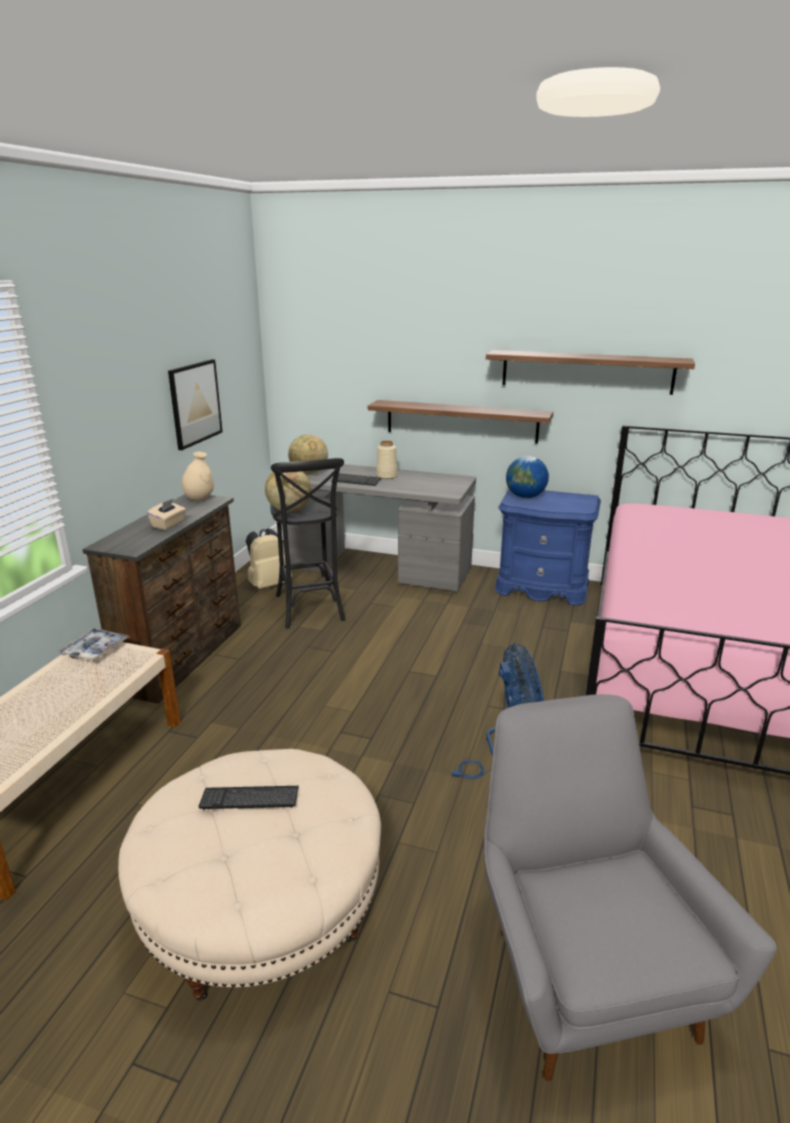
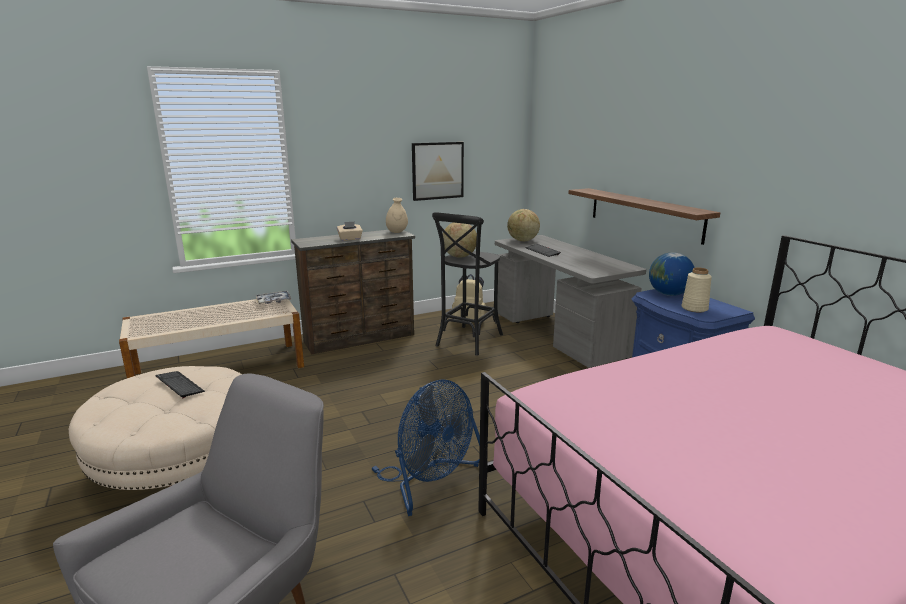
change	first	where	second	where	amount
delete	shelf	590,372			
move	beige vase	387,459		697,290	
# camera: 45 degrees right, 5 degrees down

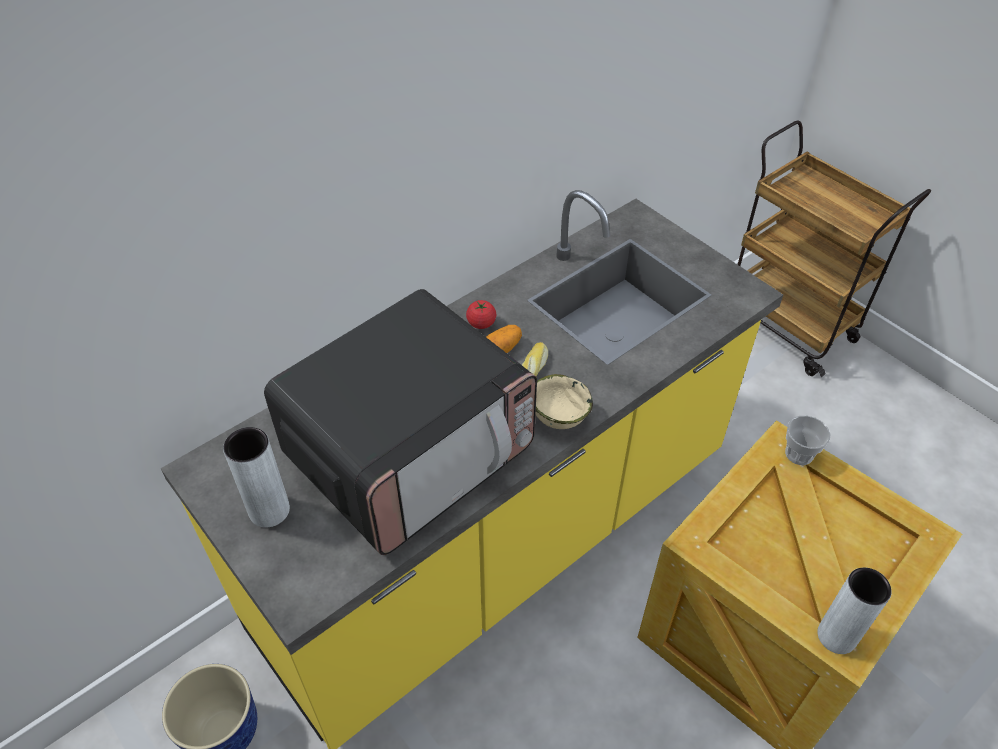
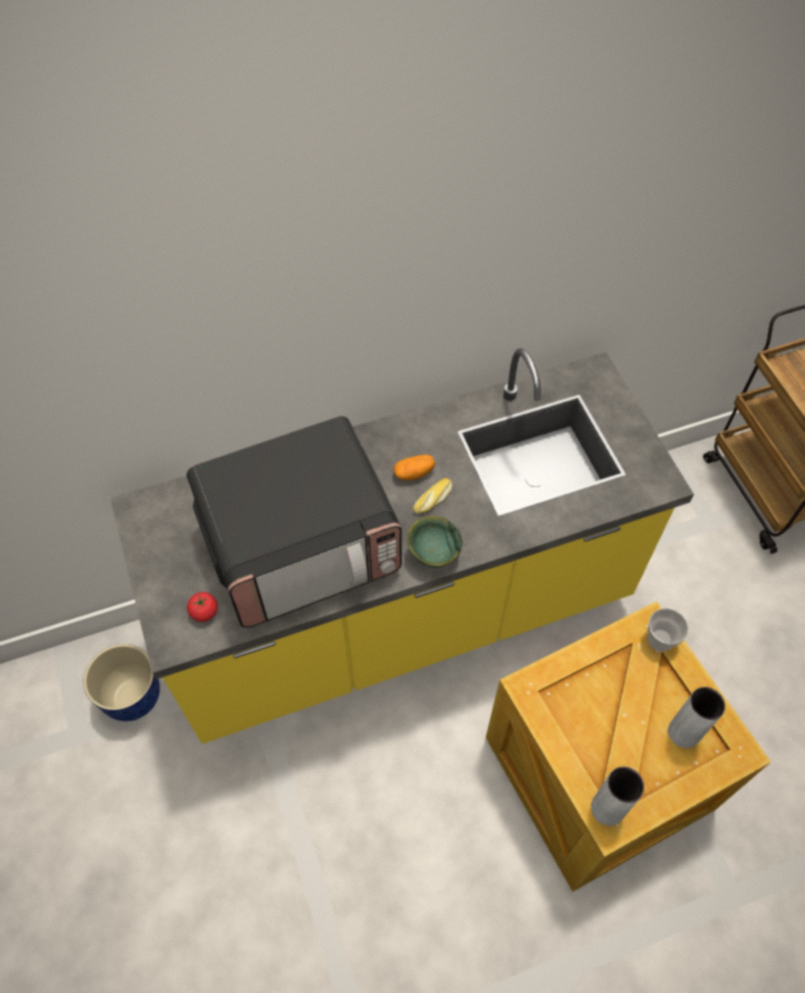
change	first	where	second	where	amount
move	greyish vase	256,477		696,717	
move	whole tomato	481,314		202,607	
recolor	beige deep dish	564,401	greenish deep dish	435,542	
# camera: 20 degrees right, 10 degrees up

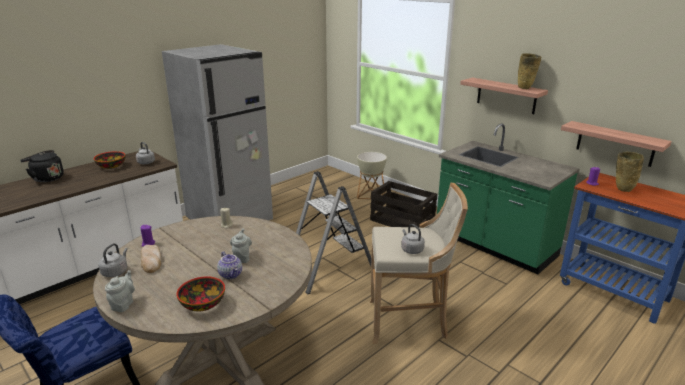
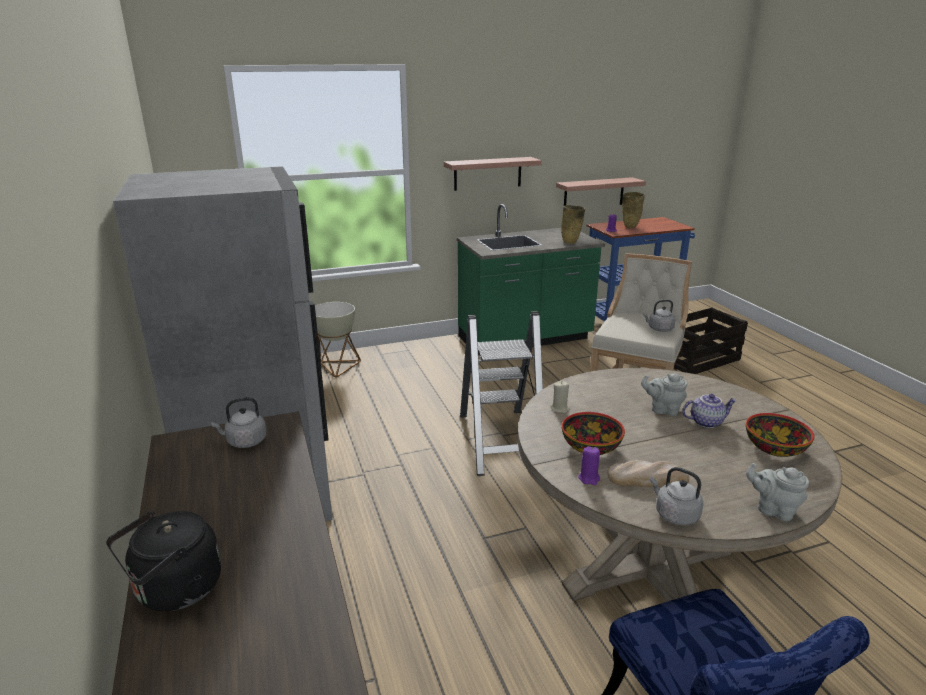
change	first	where	second	where	amount
move	deep dish	110,160		593,433	
move	shipping crate	404,204		711,341	
move	beige vase	530,71		573,224	
# camera: 65 degrees left, 0 degrees up

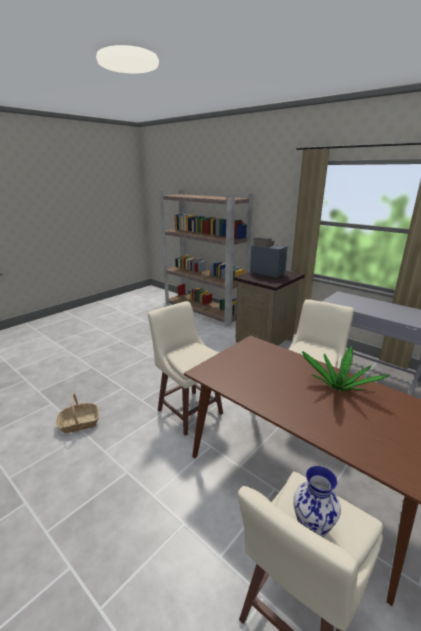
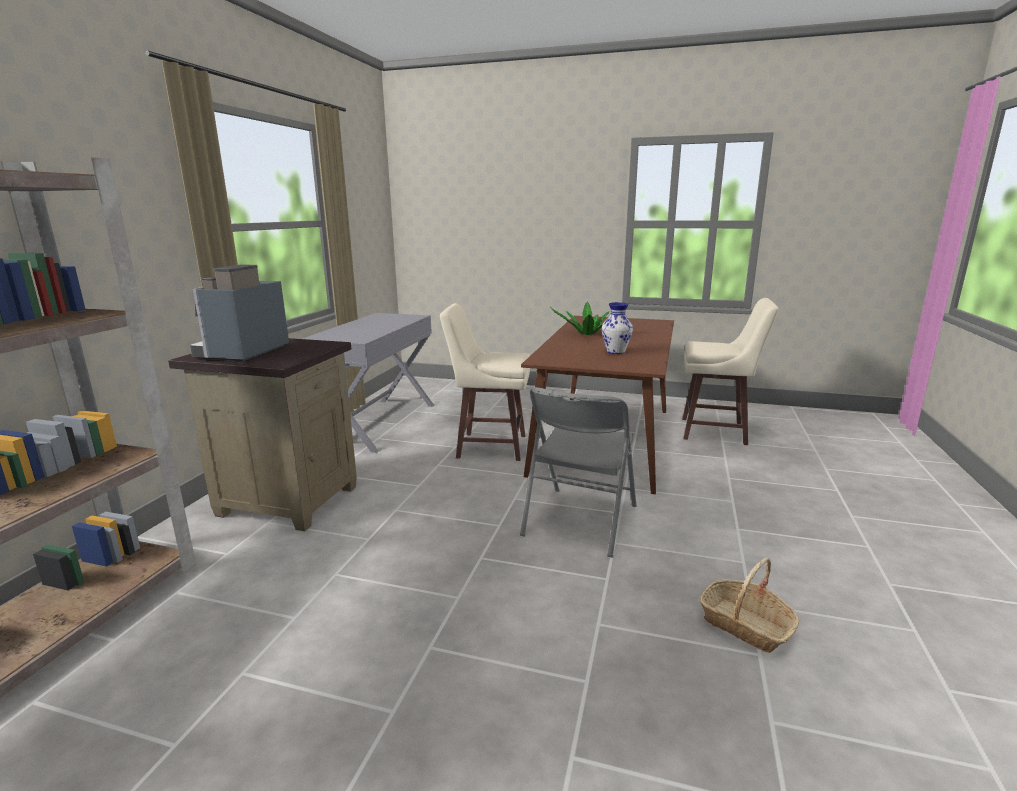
change	first	where	second	where	amount
move	vase	317,501		617,328	
replace	beige sitting stool	185,368	greyish plain chair	578,472	
# camera: 115 degrees left, 5 degrees down

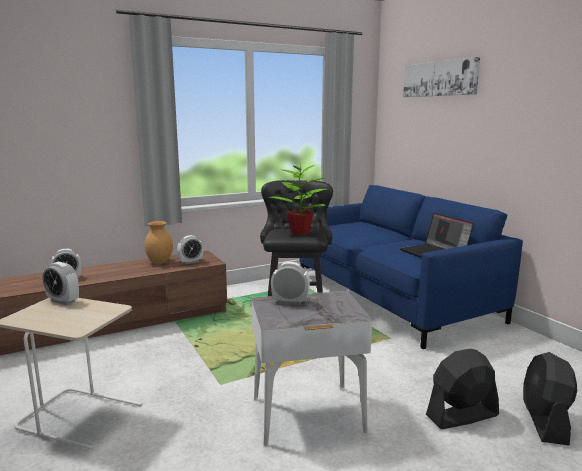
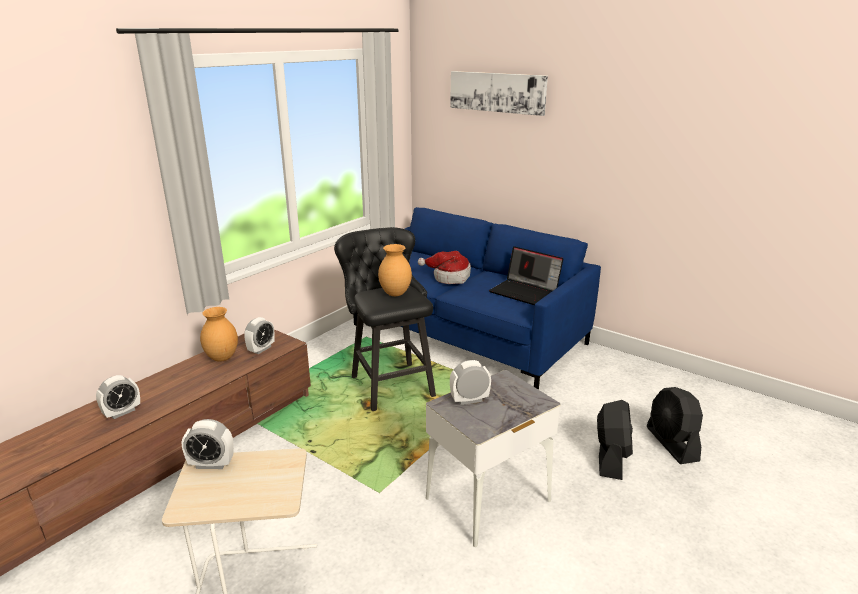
change	first	where	second	where	amount
insert			hat	444,267	
replace	plant in a pot	298,198	brownish vase	395,270	
rotate	black-coloured fan	462,389		615,440	150 degrees clockwise
# camera: 25 degrees left, 10 degrees up

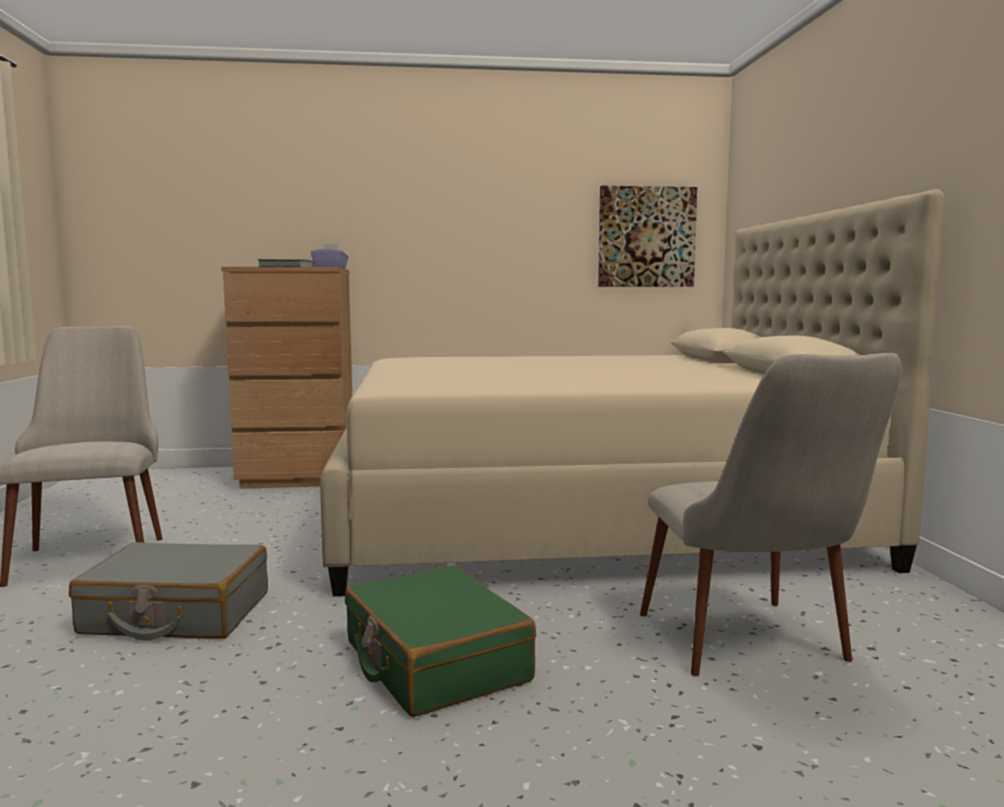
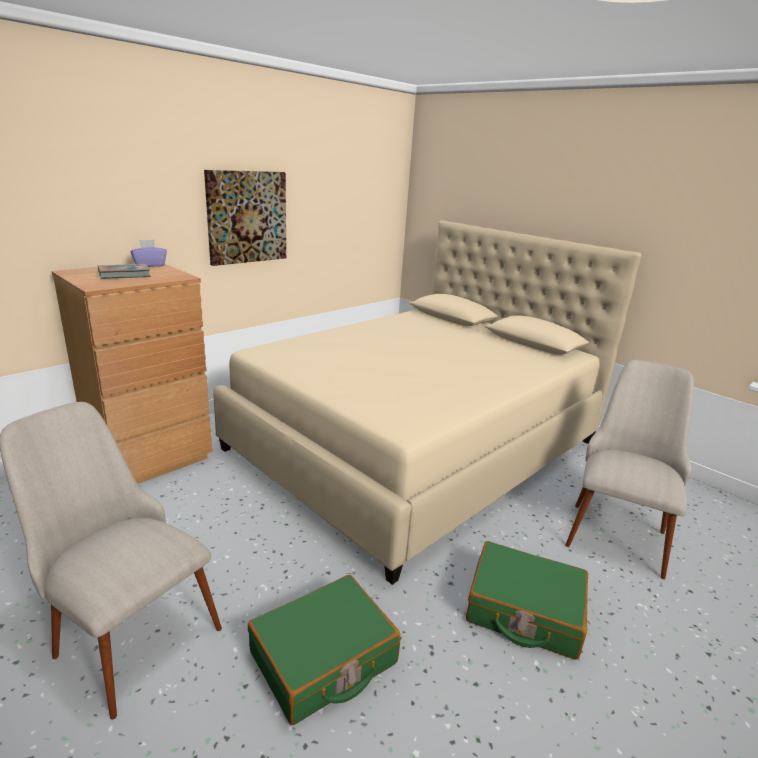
change	first	where	second	where	amount
move	picture	647,236		245,218	
recolor	greyish piece of luggage	168,591	greenish piece of luggage	324,650	
rotate	beige plain chair	771,514		629,469	105 degrees counterclockwise
# camera: 40 degrees left, 15 degrees up

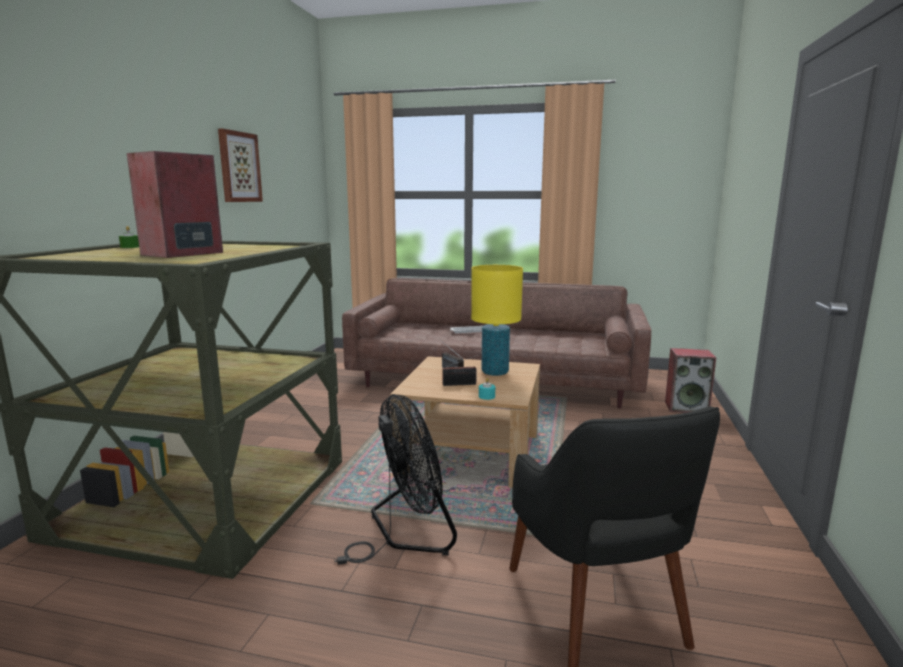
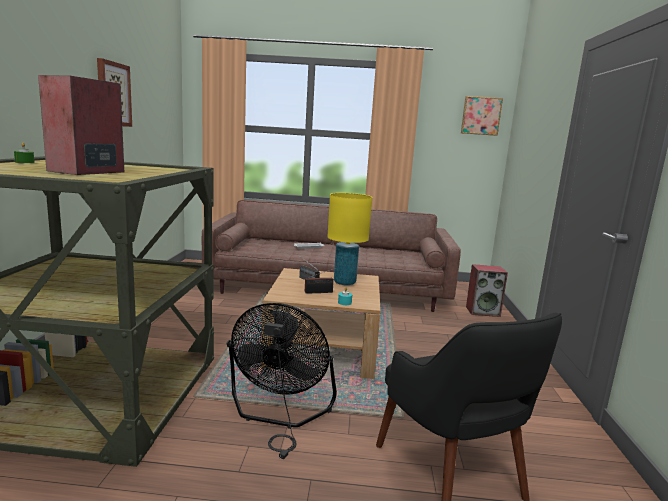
change	first	where	second	where	amount
insert			picture	482,116	
rotate	black-coloured fan	395,479		282,381	45 degrees counterclockwise
# camera: 10 degrees left, 0 degrees up

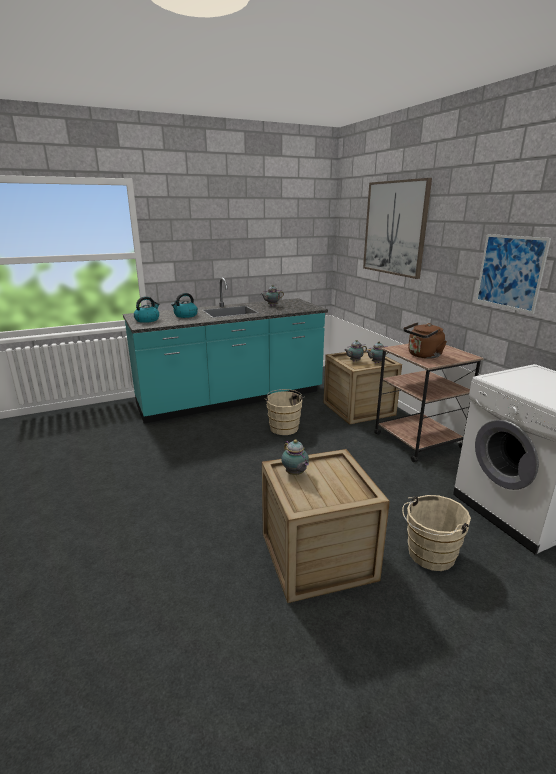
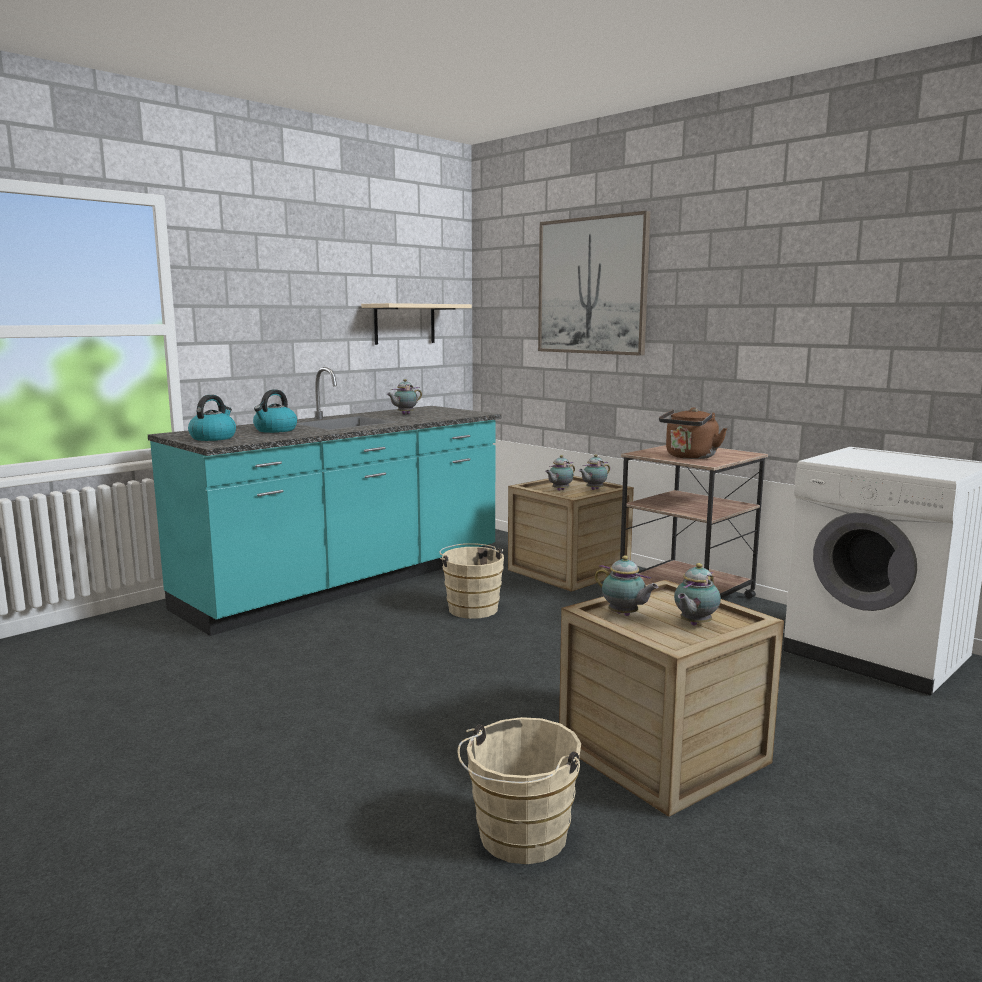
change	first	where	second	where	amount
delete	picture	513,274			
insert			beige shelf	416,324	
insert			tea pot	697,594	
move	beige pail	436,533		519,790	
# camera: 20 degrees left, 10 degrees down

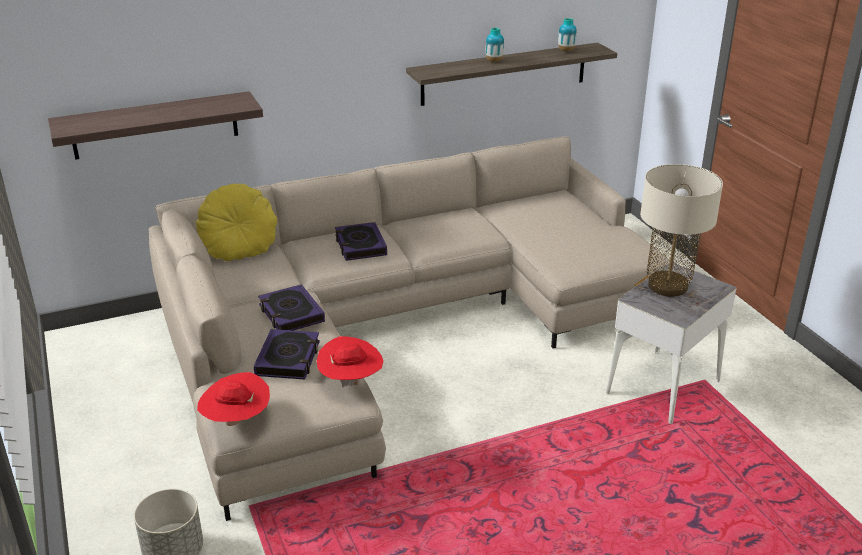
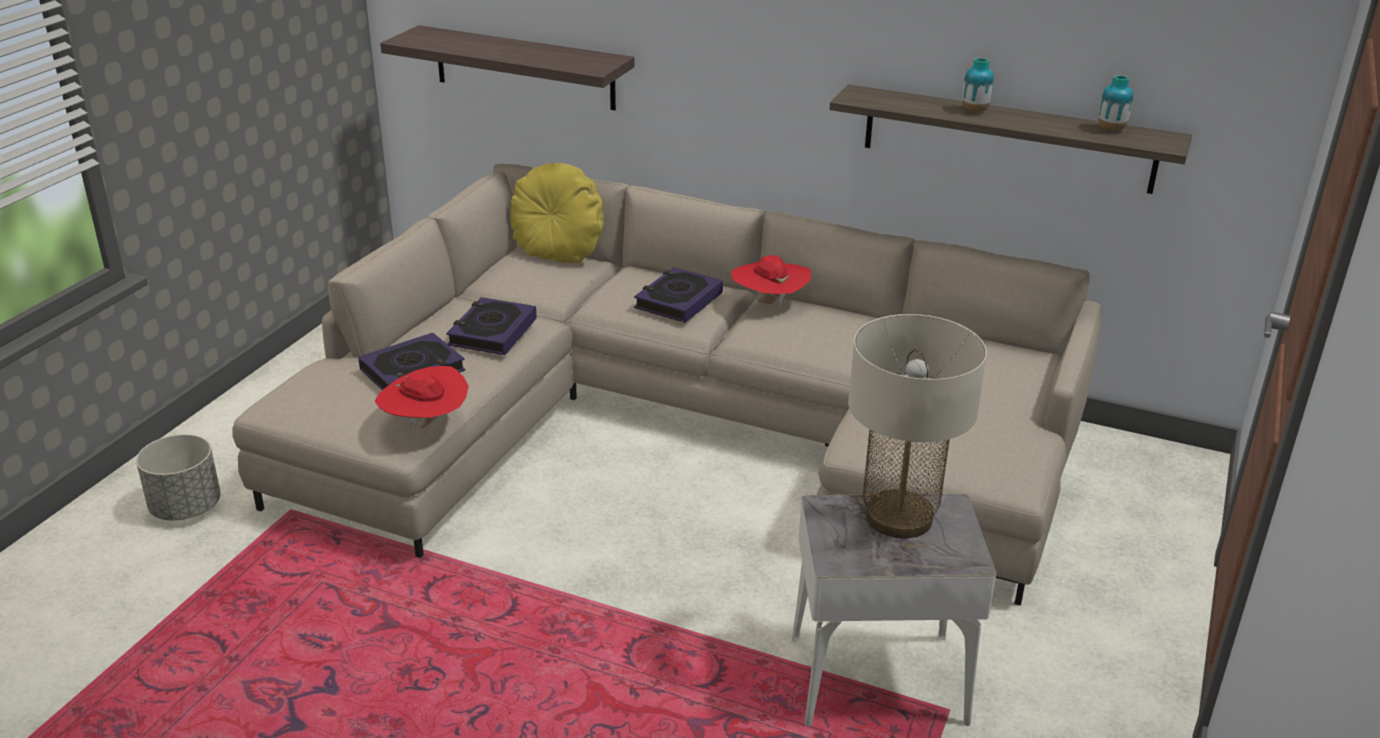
change	first	where	second	where	amount
move	red hat	233,399		771,280	
# camera: 45 degrees right, 0 degrees up

